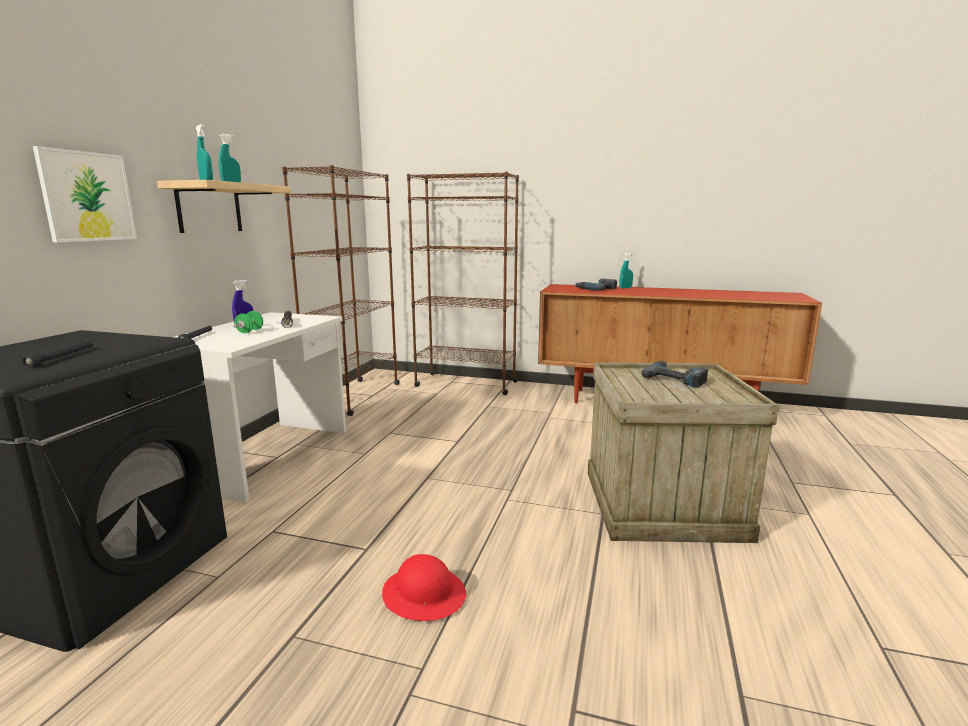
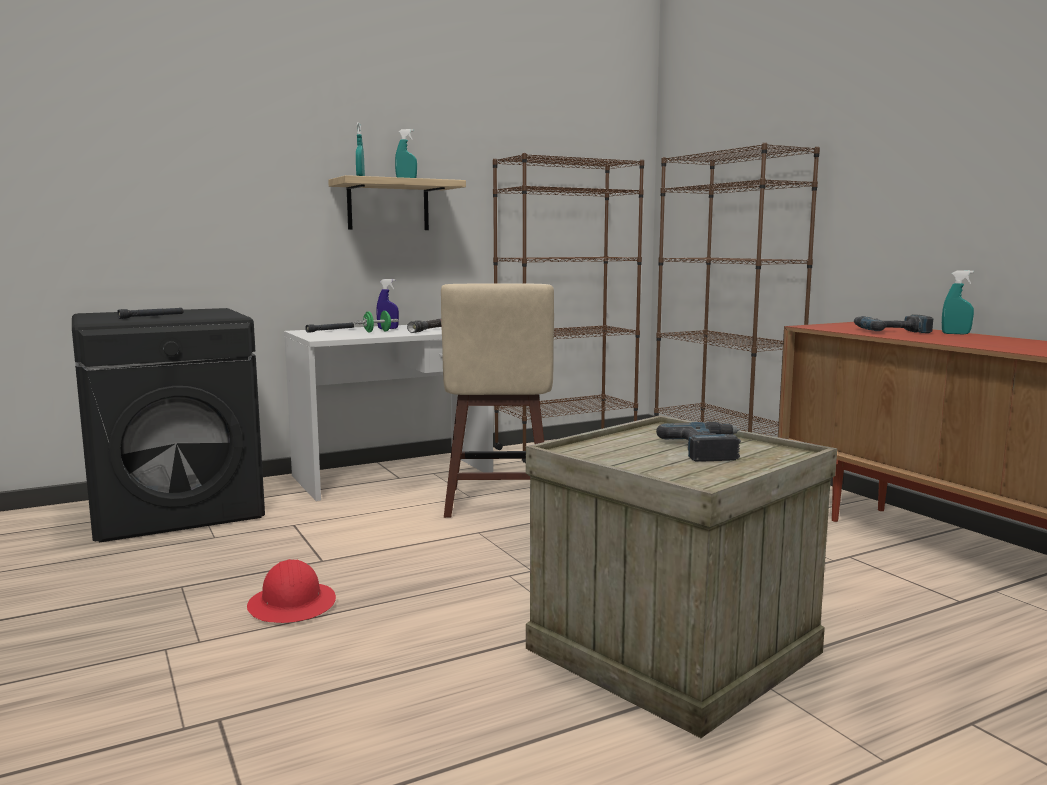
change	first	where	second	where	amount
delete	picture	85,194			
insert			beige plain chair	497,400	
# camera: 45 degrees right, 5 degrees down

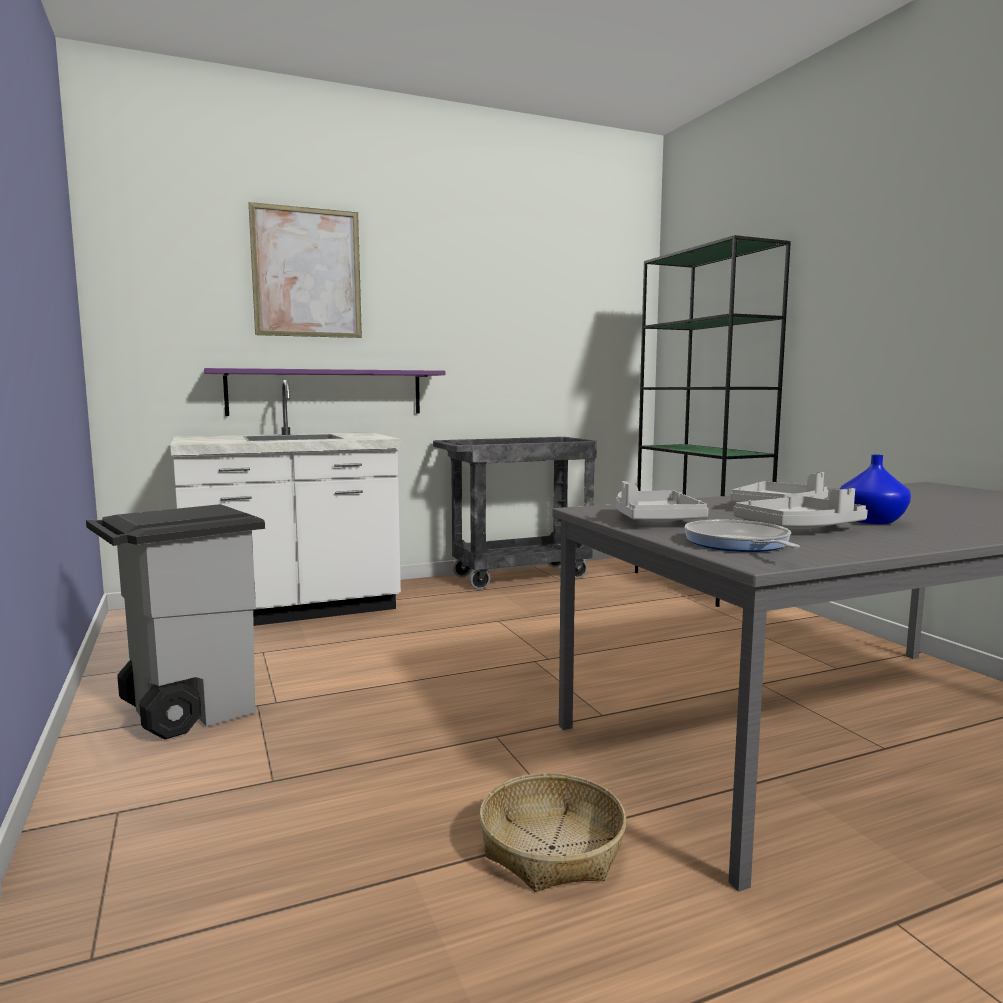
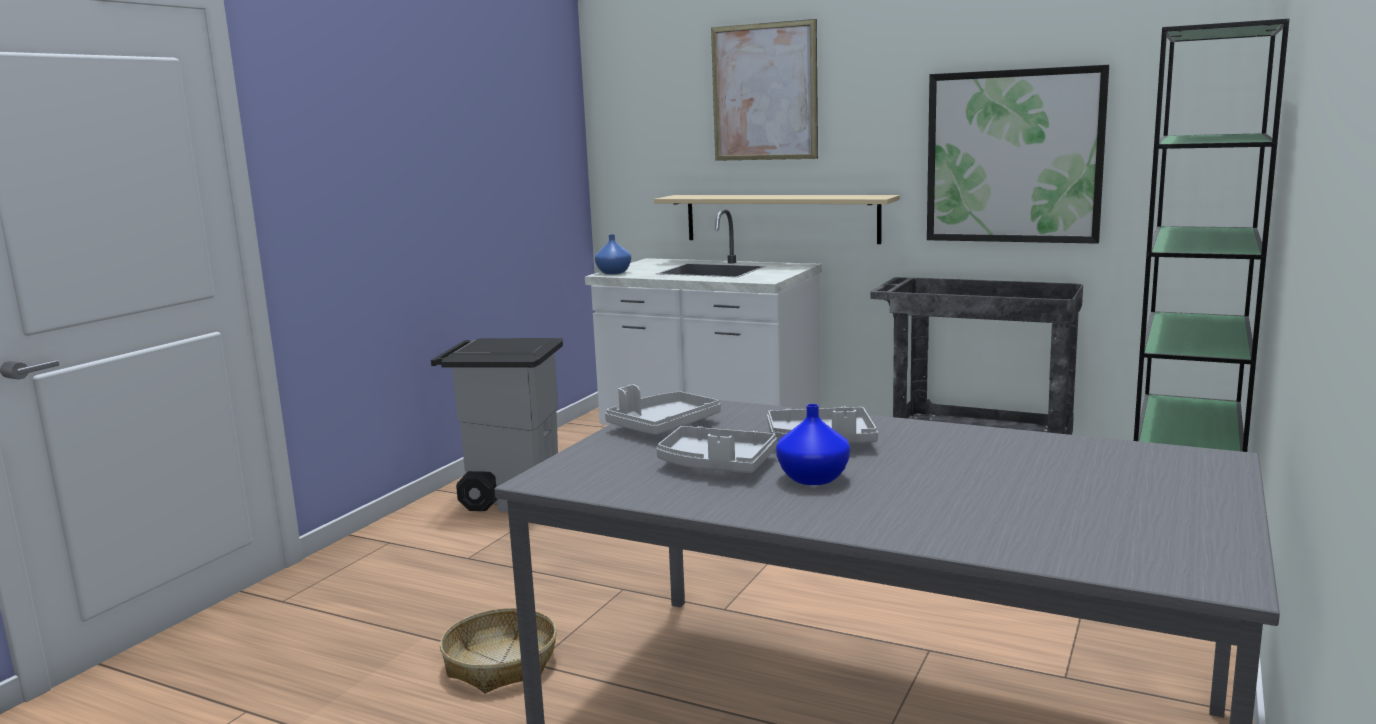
change	first	where	second	where	amount
delete	frying pan	742,536			
insert			blue-coloured vase	613,254	
insert			picture	1018,154	
recolor	purple-coloured shelf	324,392	beige shelf	777,219	
# camera: 50 degrees right, 5 degrees up

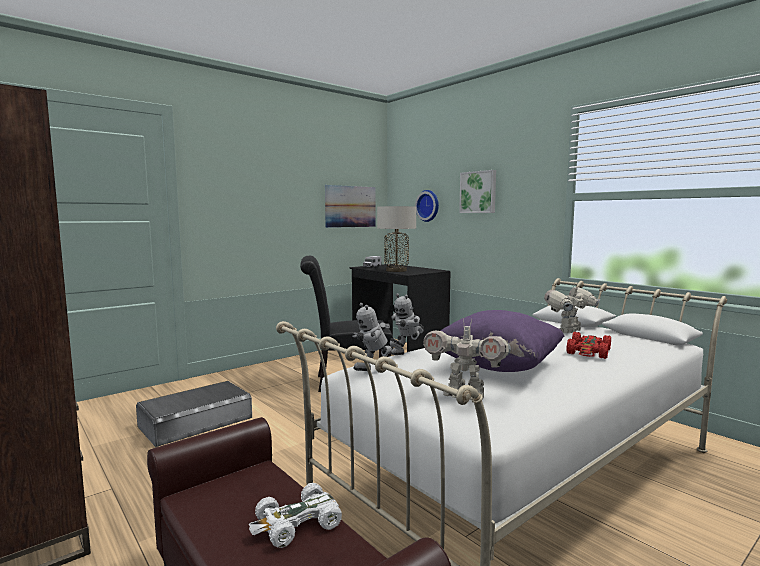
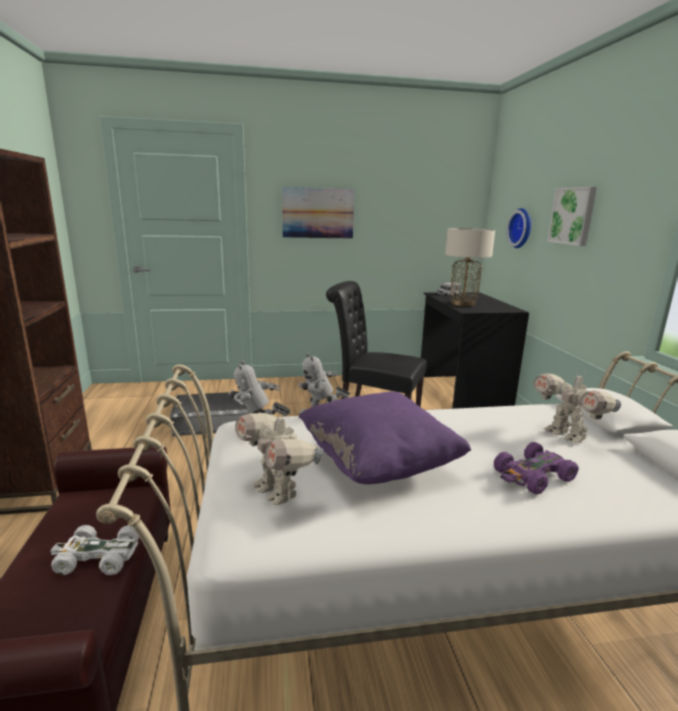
change	first	where	second	where	amount
move	picture	350,206		318,212	
recolor	red model car	588,345	purple-coloured model car	536,468	
rotate	toy robot	572,308		577,406	120 degrees counterclockwise
# camera: 30 degrees right, 10 degrees up

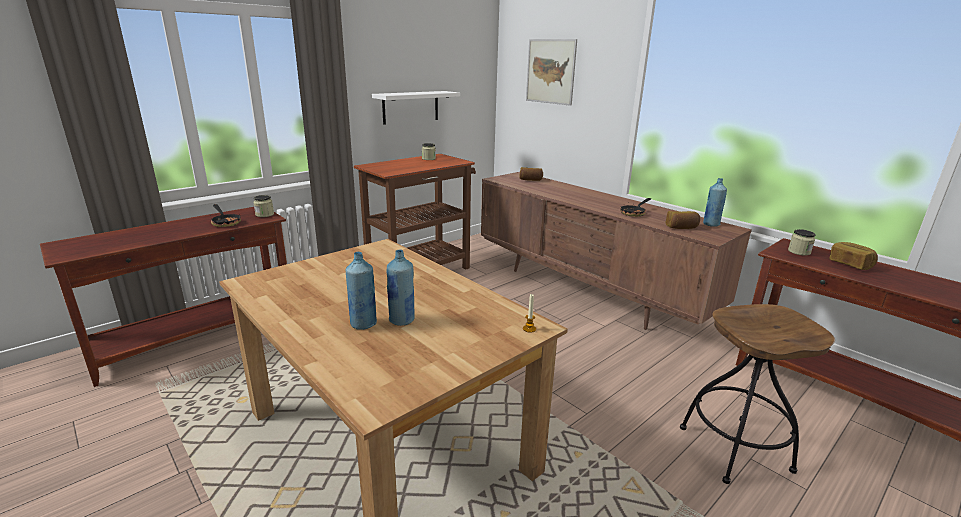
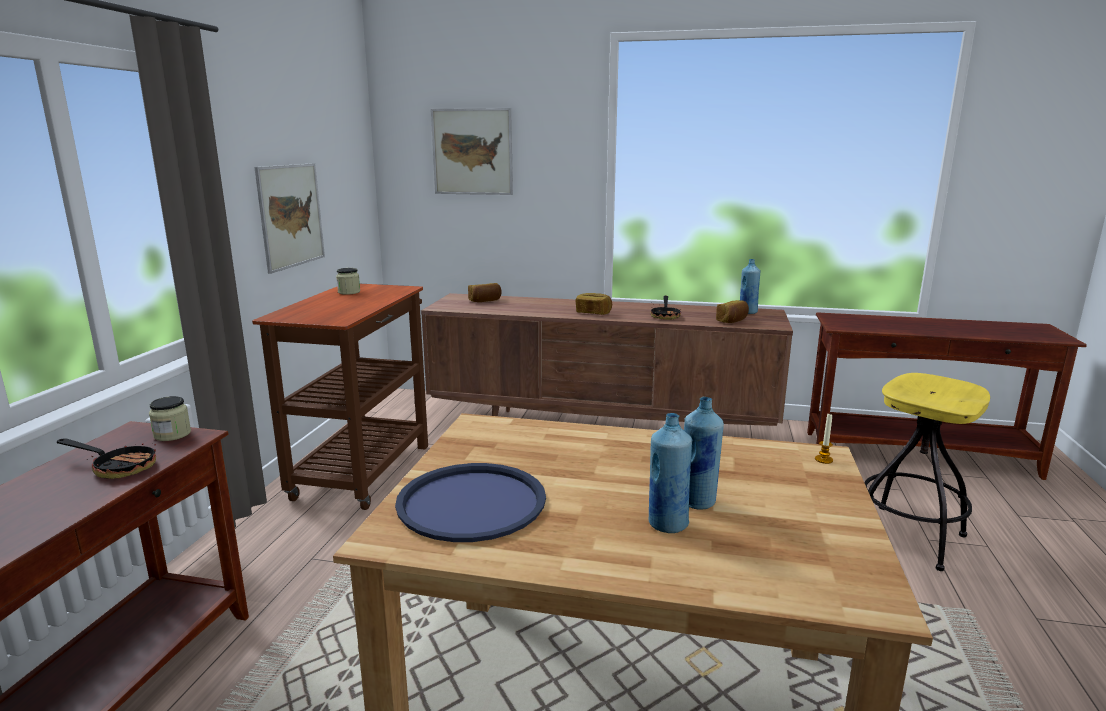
change	first	where	second	where	amount
delete	jar	802,242			
insert			blue-coloured tray	470,502	
move	baked bread	853,256		593,304	
replace	white-coloured shelf	416,108	picture	289,218	
recolor	brownish sitting stool	757,394	yellowish sitting stool	927,472	
# camera: 35 degrees left, 5 degrees down

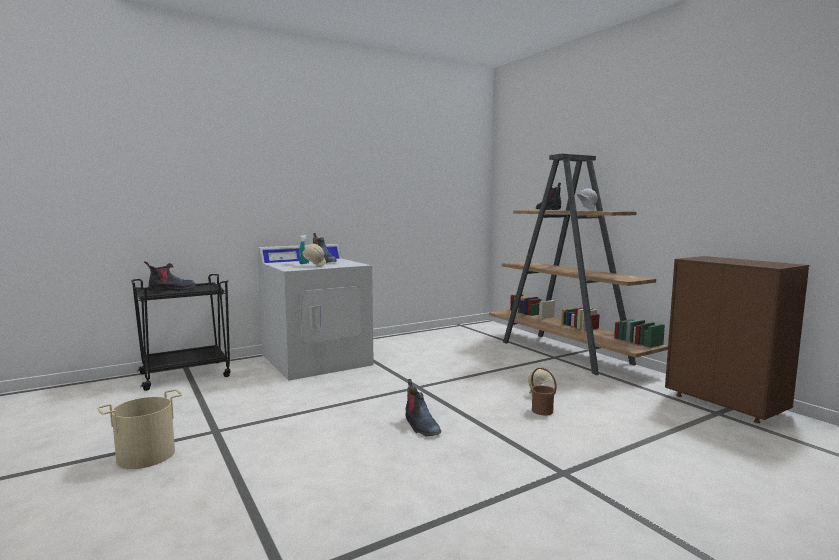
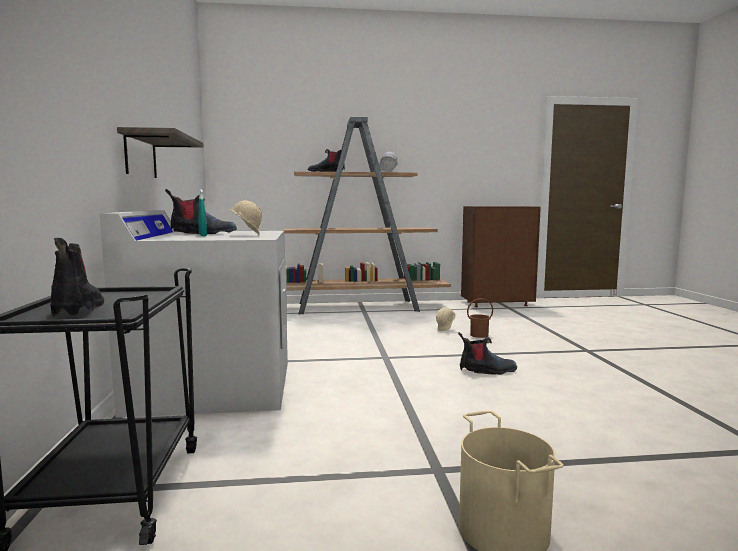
change	first	where	second	where	amount
insert			shelf	160,152	
# camera: 65 degrees left, 0 degrees up

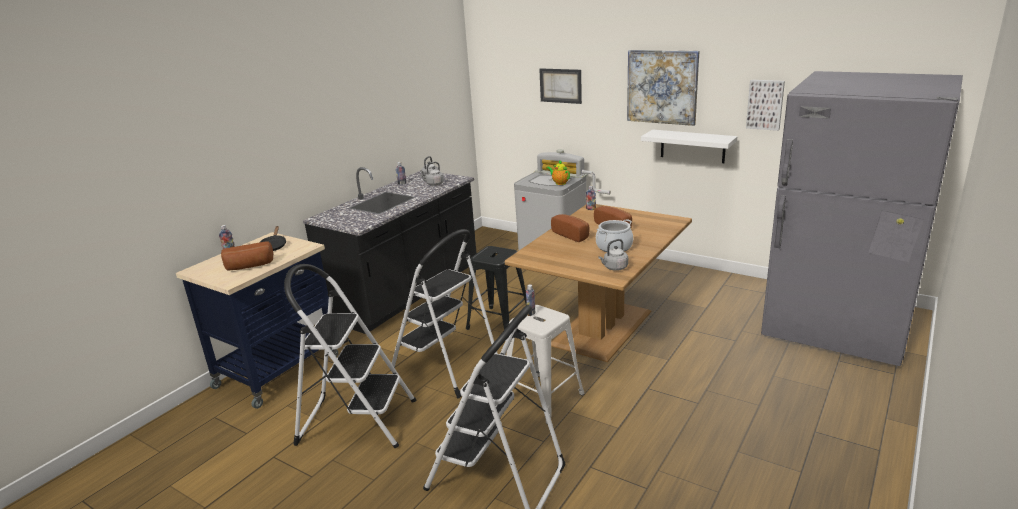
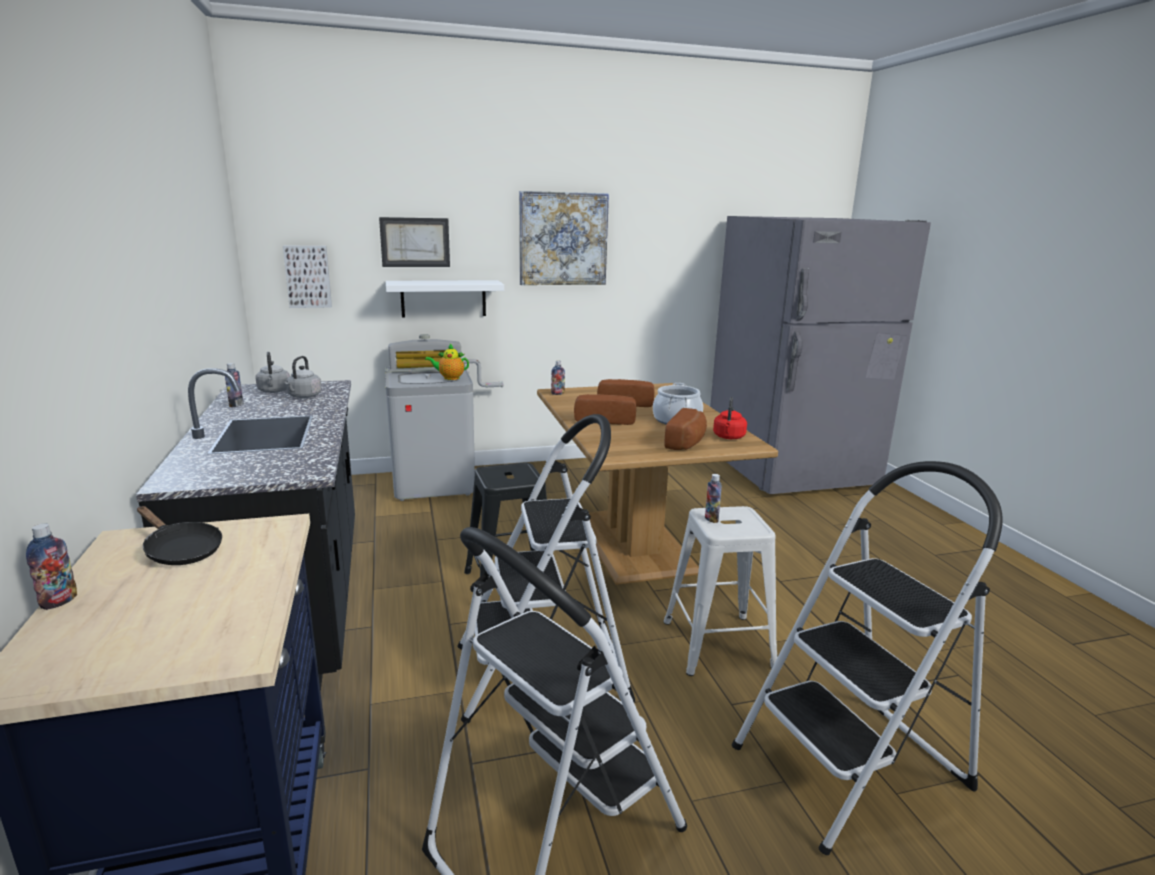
change	first	where	second	where	amount
move	baked bread	247,256		685,429	
move	white-coloured shelf	689,146		445,298	
move	picture	765,105		307,277	
recolor	greyish kettle	613,255	red kettle	730,418	
# camera: 50 degrees left, 5 degrees down

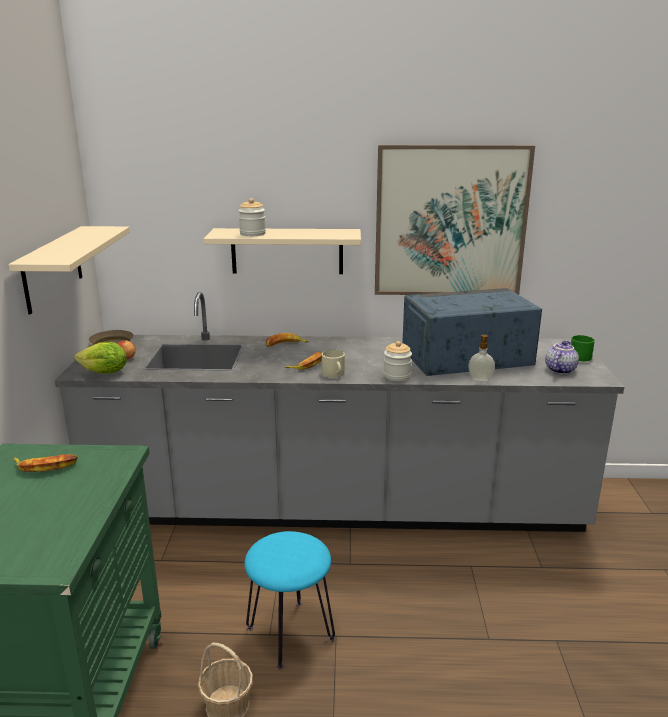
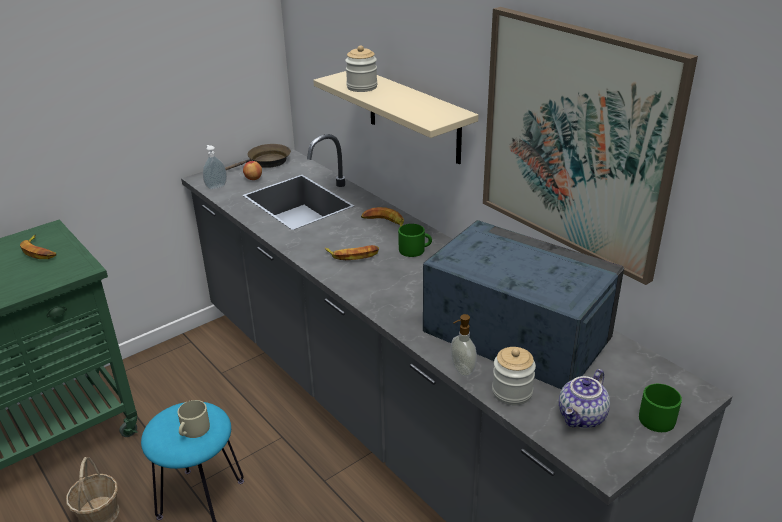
change	first	where	second	where	amount
delete	beige shelf	69,270			
insert			greenish coffee mug	415,240	
move	beige coffee mug	333,364		194,419	
move	jar	398,361		514,376	
replace	head of lettuce	100,357	soap bottle	215,167	
rotate	tea pot	562,357		584,398	135 degrees clockwise
# camera: 50 degrees right, 10 degrees up

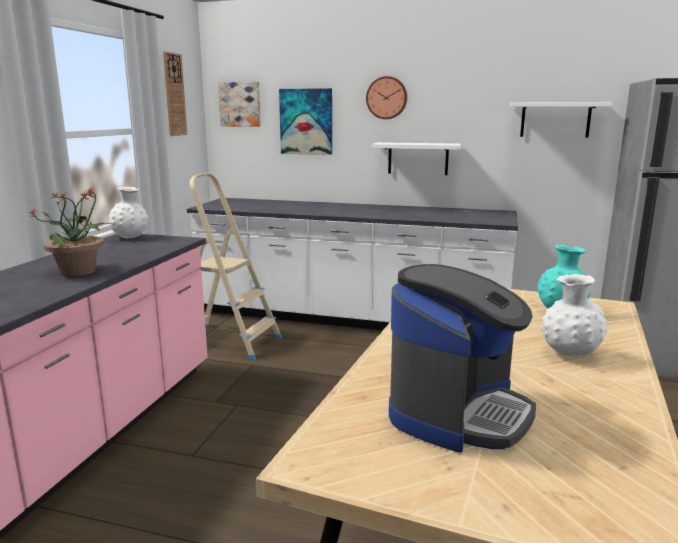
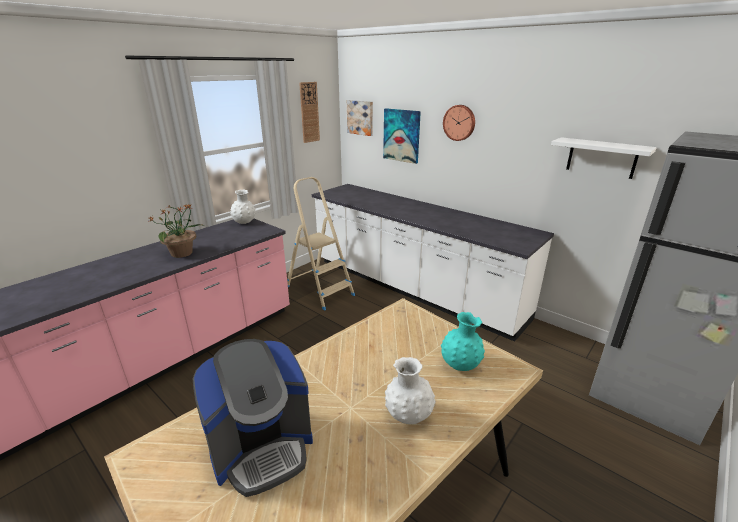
change	first	where	second	where	amount
delete	white-coloured shelf	416,158			
# camera: 25 degrees right, 10 degrees up

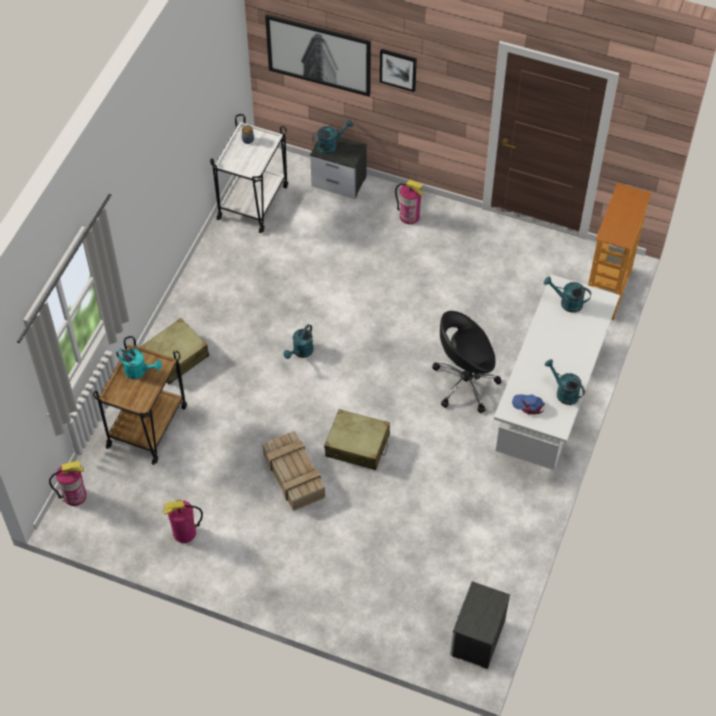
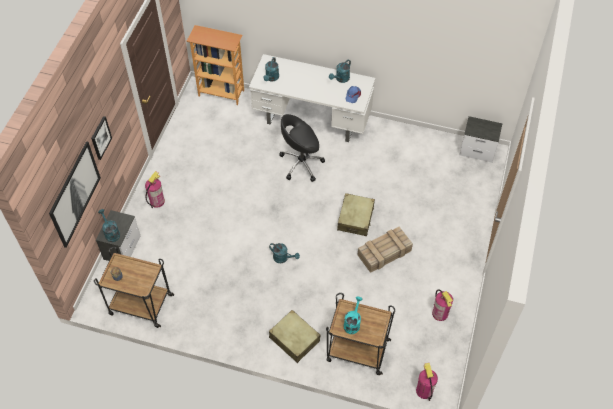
change	first	where	second	where	amount
recolor	white-coloured wheeled cart	249,173	brownish wheeled cart	134,287	
rotate	black-coloured office chair	467,362		302,148	90 degrees clockwise
# camera: 95 degrees left, 0 degrees up

